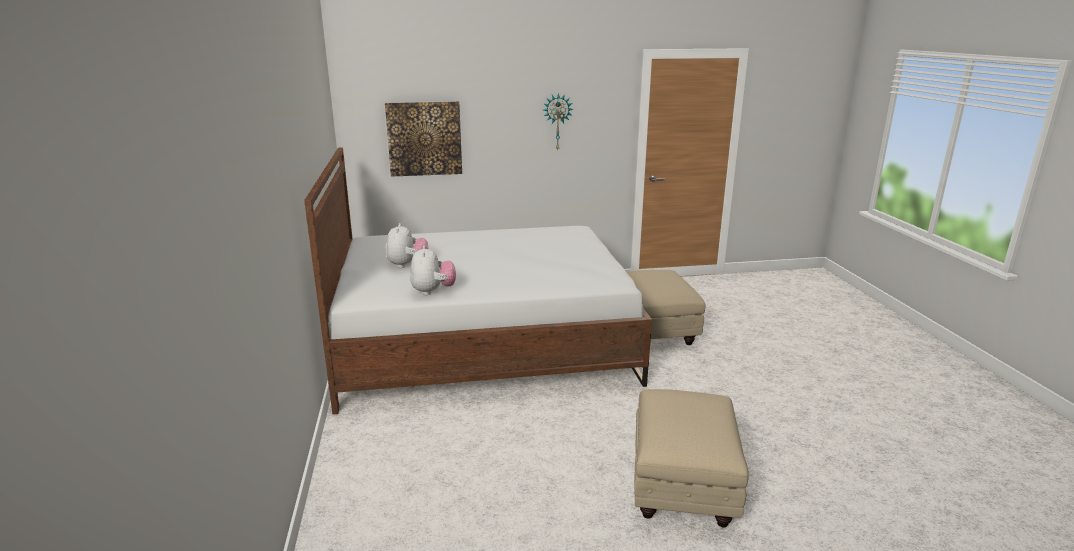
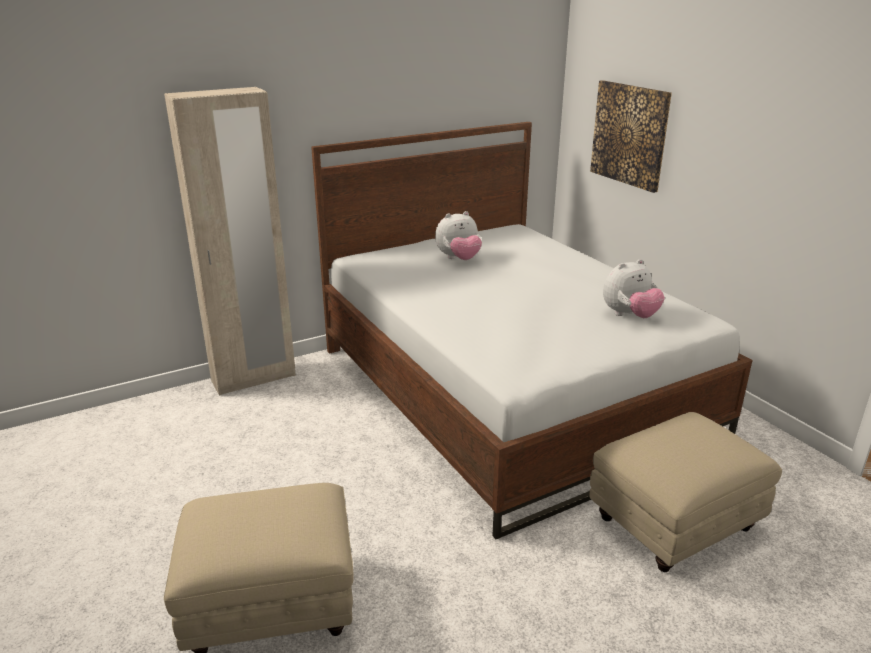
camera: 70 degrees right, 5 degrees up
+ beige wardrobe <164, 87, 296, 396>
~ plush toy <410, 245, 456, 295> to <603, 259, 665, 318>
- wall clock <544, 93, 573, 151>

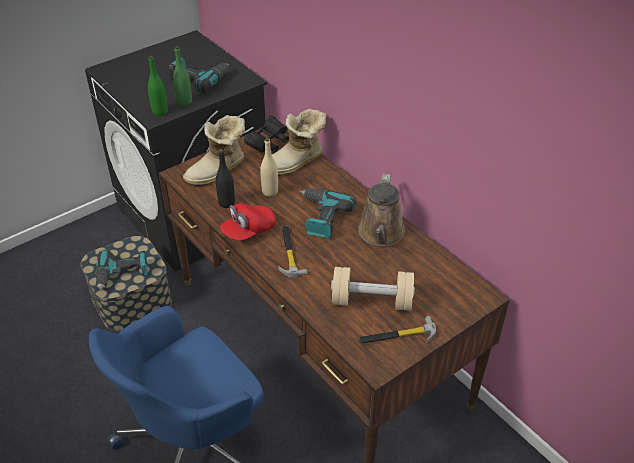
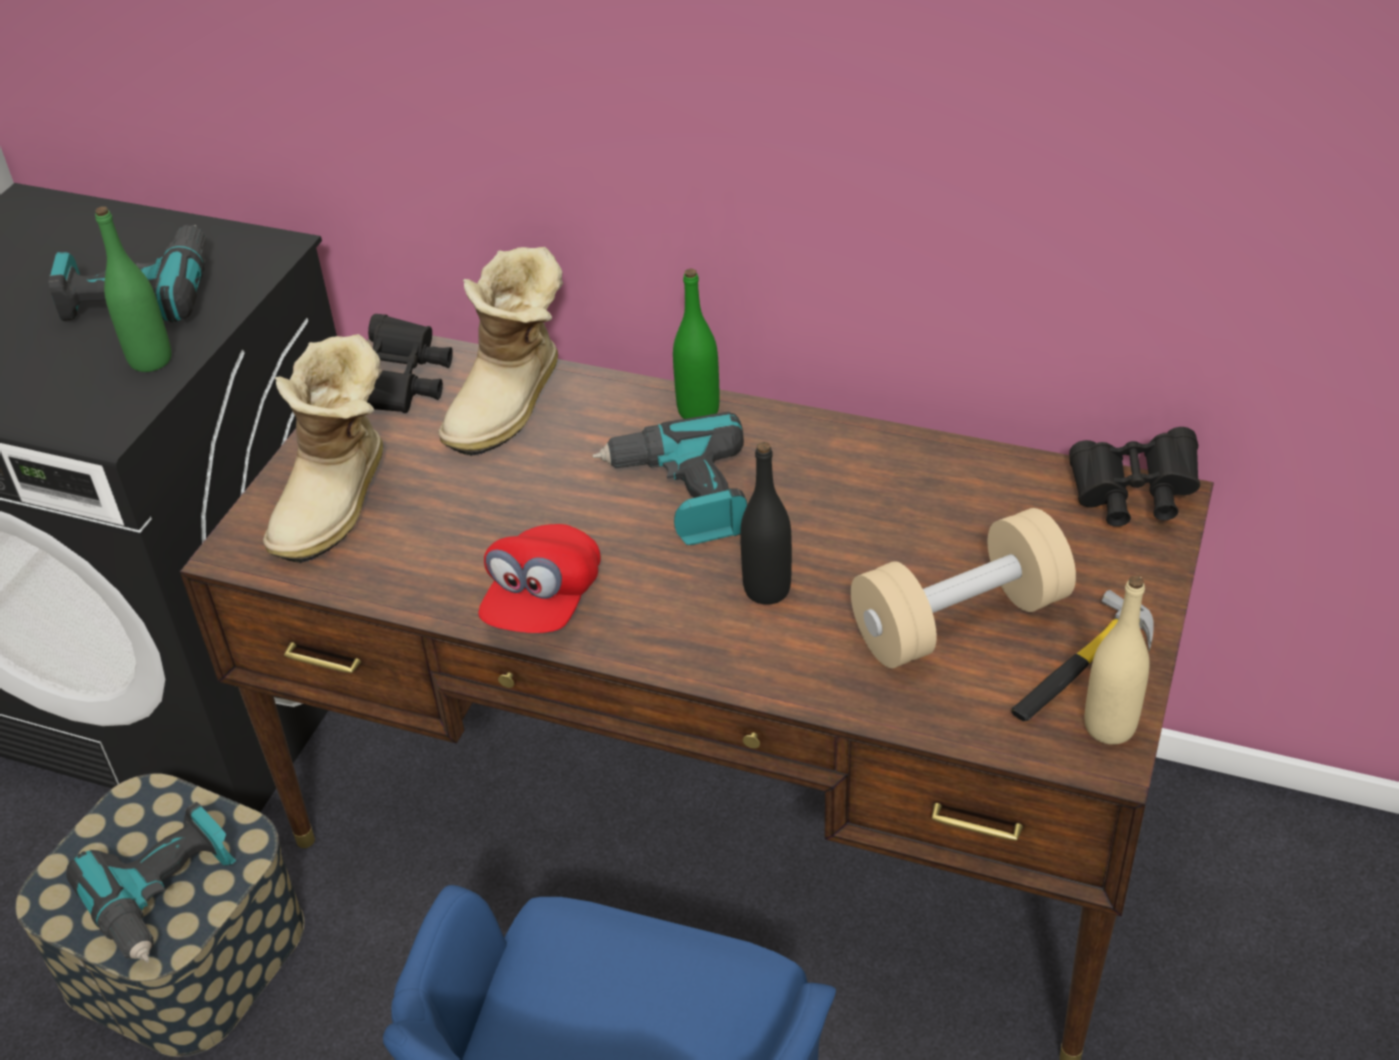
camera: 30 degrees left, 0 degrees up
~ green bottle <148, 56, 168, 116> to <673, 269, 720, 419>
~ black bottle <216, 149, 235, 208> to <740, 442, 792, 605>
+ black binoculars <1069, 427, 1200, 527>
~ beige bottle <260, 138, 278, 197> to <1085, 576, 1150, 745>
- hammer <278, 225, 307, 278>
- brown watering can <358, 174, 405, 246>

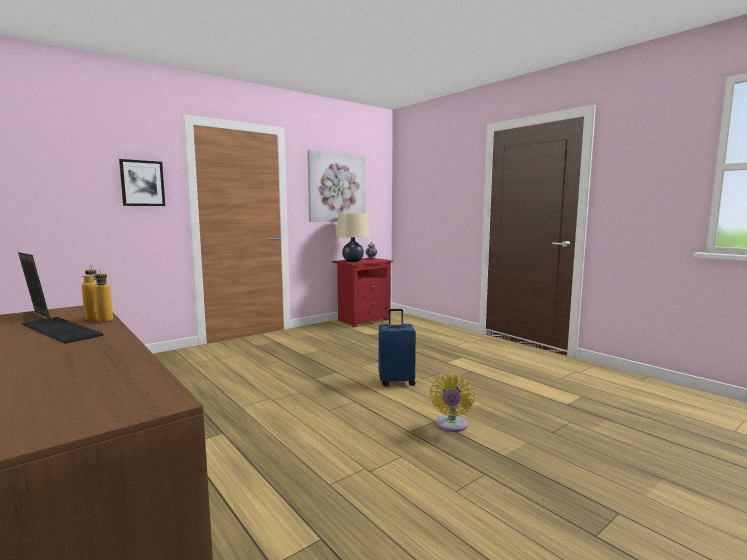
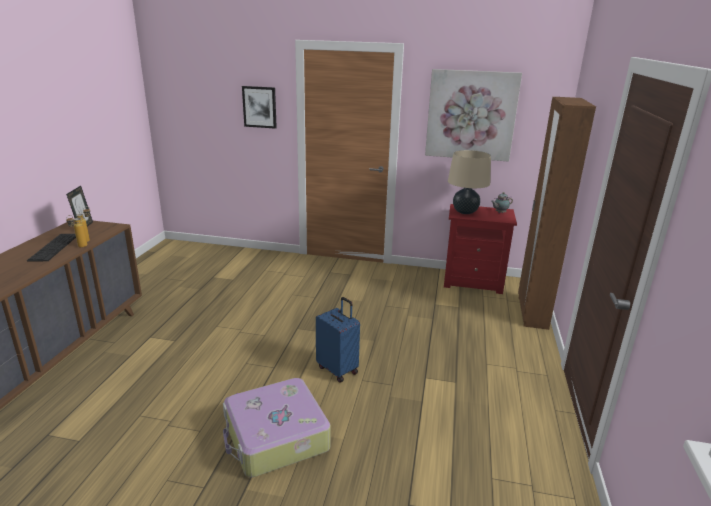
camera: 50 degrees right, 15 degrees up
~ yellow fan <430, 374, 474, 432> to suitcase <223, 378, 331, 478>
+ brown wardrobe <518, 97, 596, 330>

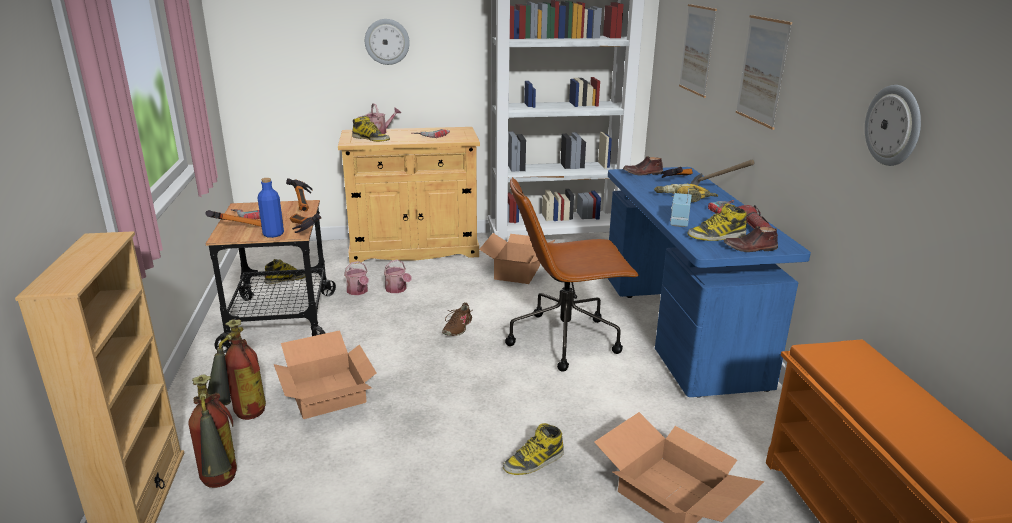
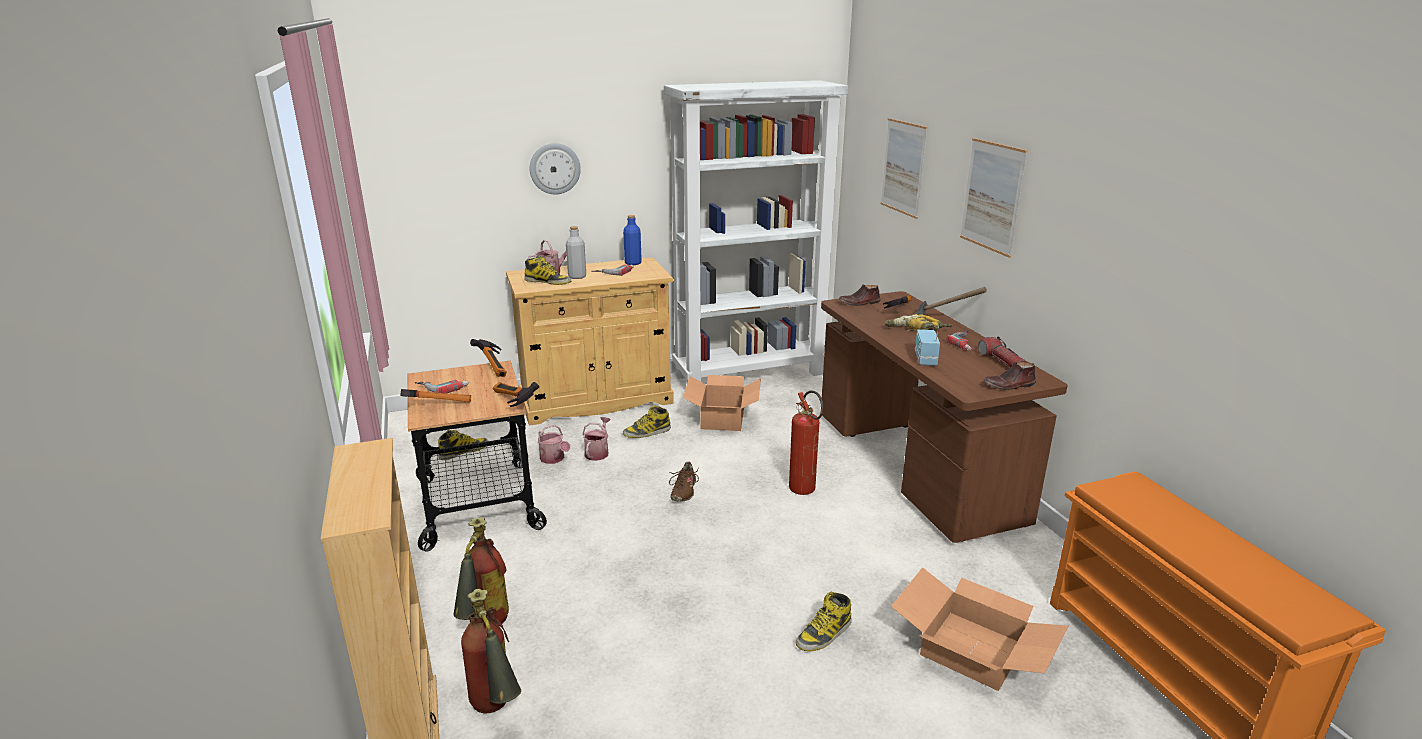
camera: 10 degrees left, 0 degrees up
+ grey bottle <566, 226, 586, 279>
~ watering can <384, 260, 412, 293> = <582, 417, 611, 461> 120 degrees counterclockwise
~ blue bottle <258, 178, 284, 238> to <623, 215, 642, 265>
~ boot <687, 204, 747, 241> to <623, 406, 671, 438>
~ brown office chair <505, 177, 639, 372> to fire extinguisher <789, 390, 823, 495>
~ blue desk <608, 167, 811, 398> to brown desk <821, 291, 1068, 543>
- cardboard box <274, 330, 376, 419>
- wall clock <865, 85, 921, 166>

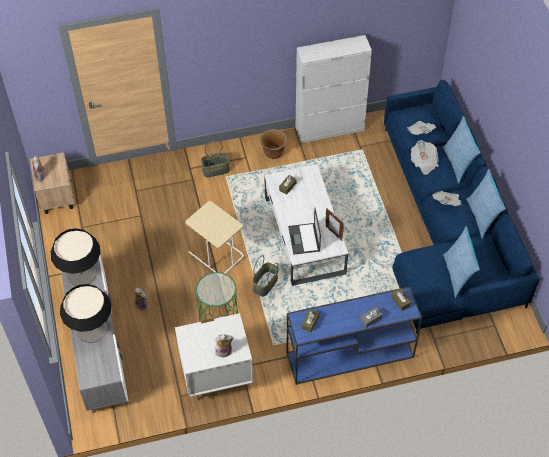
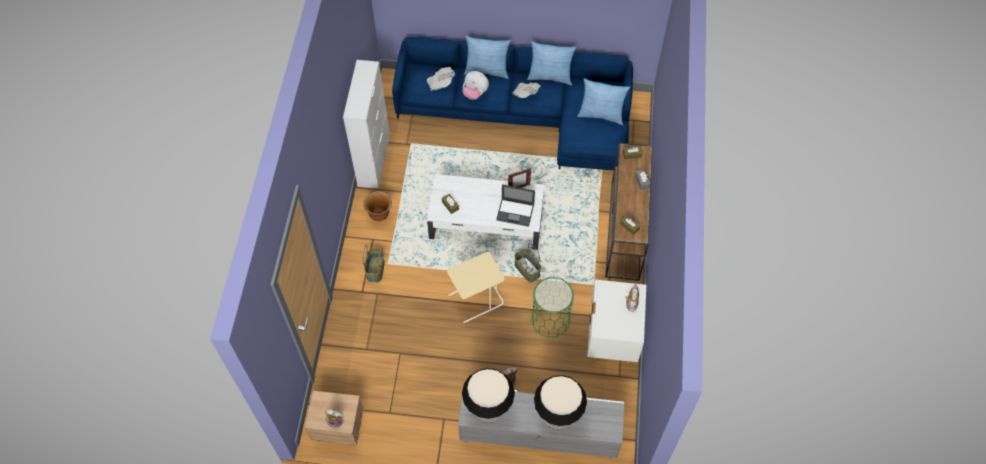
camera: 70 degrees left, 5 degrees up
~ newspaper <411, 140, 439, 175> to plush toy <462, 71, 489, 100>
~ blue console table <287, 286, 422, 385> to brown console table <605, 143, 653, 281>

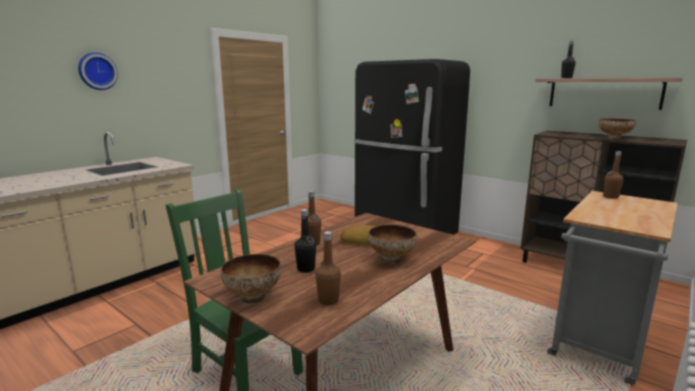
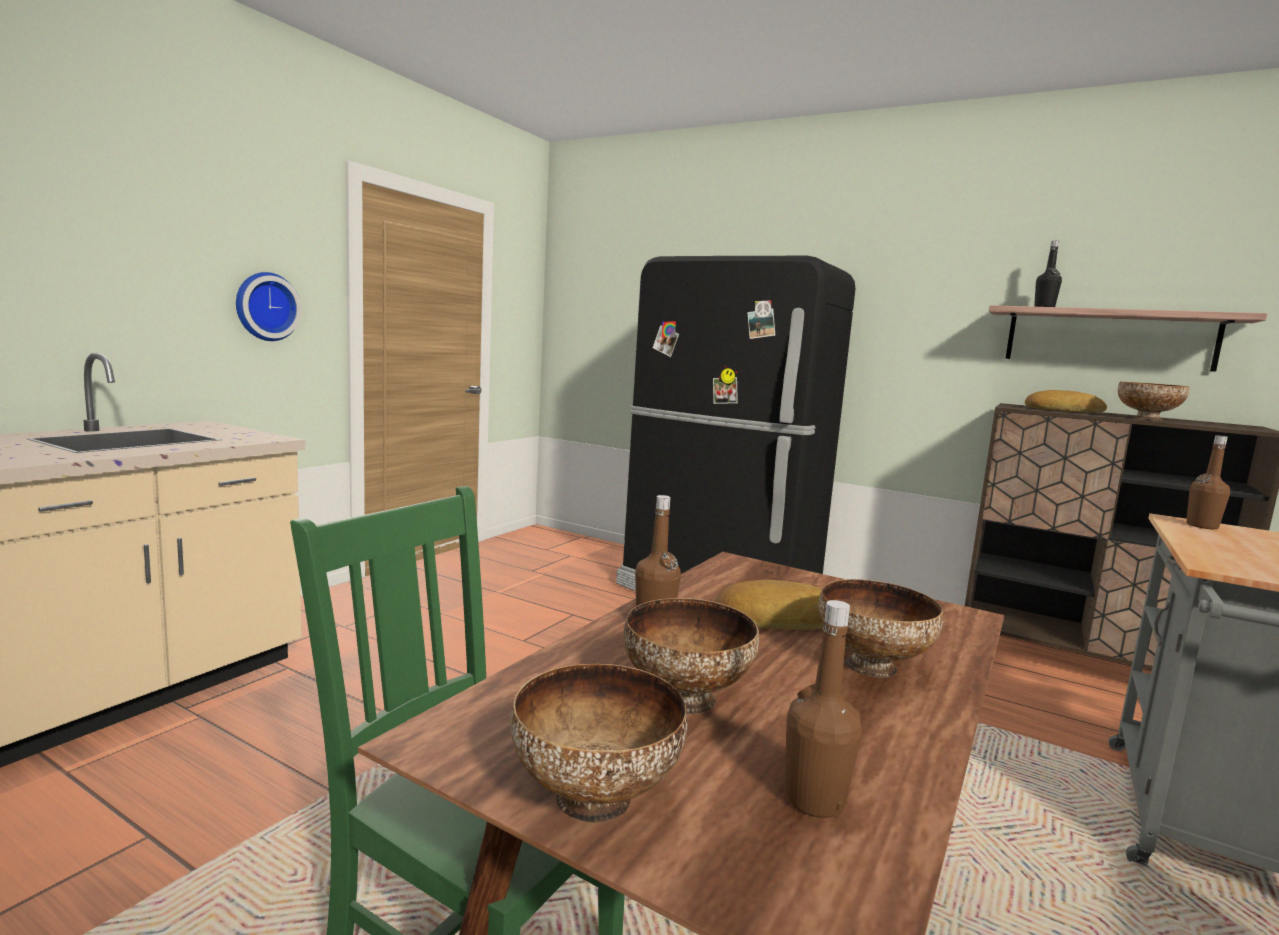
camera: 10 degrees left, 5 degrees down
~ wall clock <78, 52, 118, 90> to <236, 272, 302, 341>
~ black bottle <294, 209, 316, 273> to bowl <623, 598, 759, 714>
+ bread <1025, 390, 1107, 413>

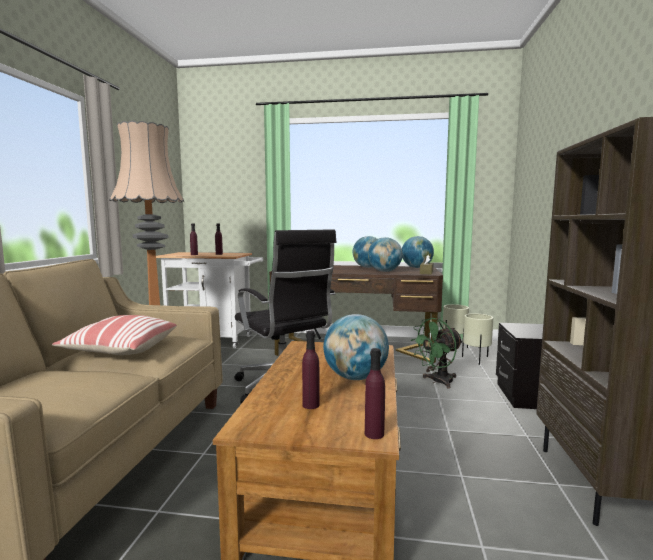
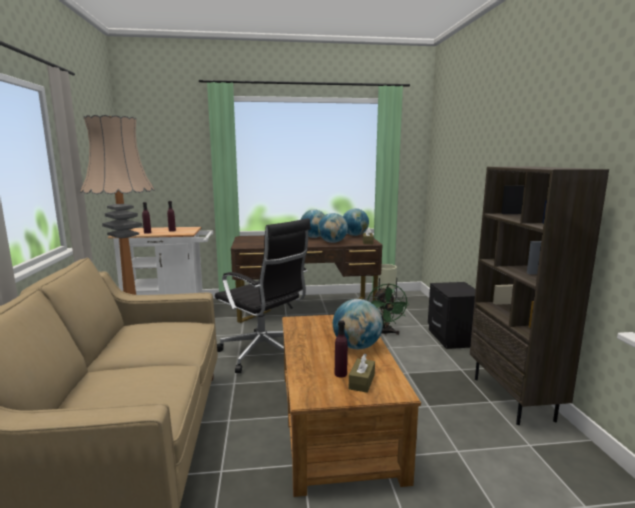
camera: 15 degrees left, 5 degrees up
+ brown tissue box <349, 353, 375, 393>
~ green fan <411, 318, 463, 389> = <367, 283, 408, 335> 45 degrees counterclockwise
- pillow <52, 315, 177, 355>
- purple bottle <365, 348, 385, 439>
- beige planter <462, 313, 493, 365>

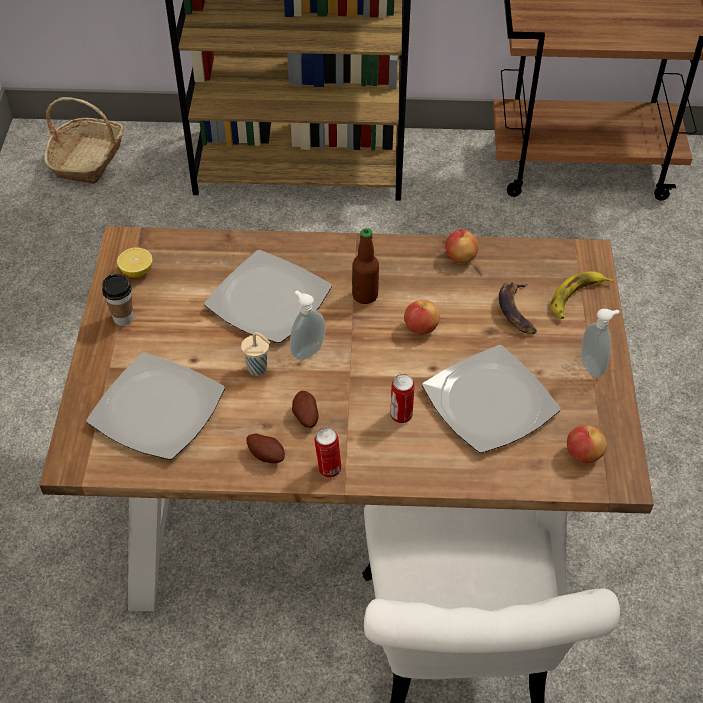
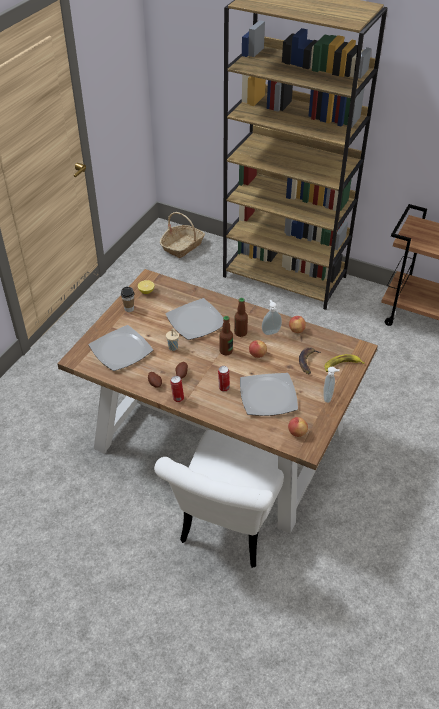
camera: 25 degrees right, 5 degrees down
+ bottle <219, 316, 233, 355>
~ soap dispenser <290, 291, 325, 360> to <262, 300, 282, 335>

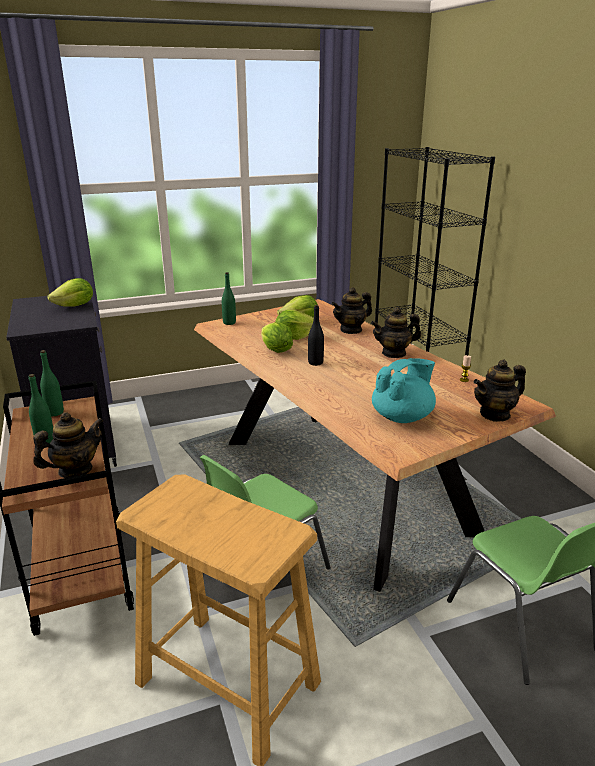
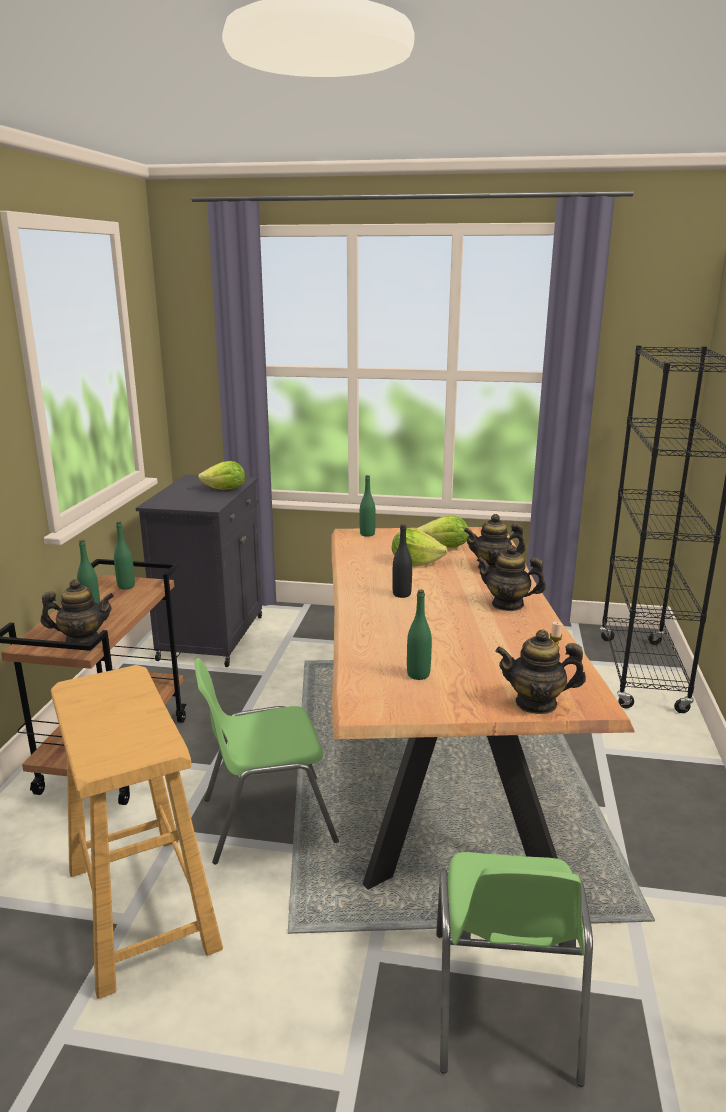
camera: 30 degrees right, 5 degrees down
~ turquoise teapot <372, 358, 436, 423> to green bottle <407, 590, 432, 680>
- lettuce <261, 322, 293, 353>

